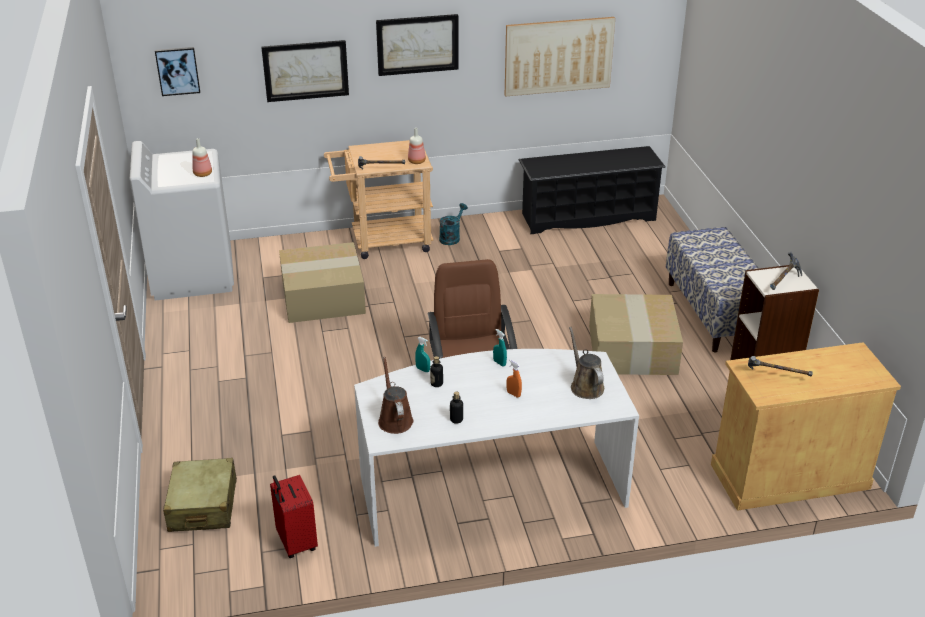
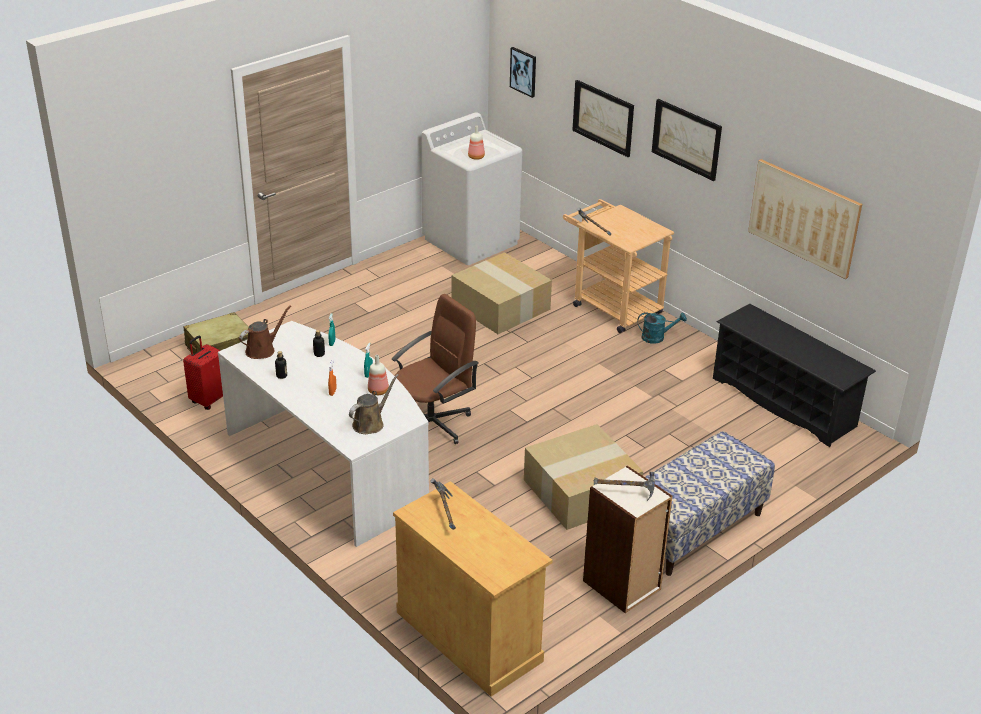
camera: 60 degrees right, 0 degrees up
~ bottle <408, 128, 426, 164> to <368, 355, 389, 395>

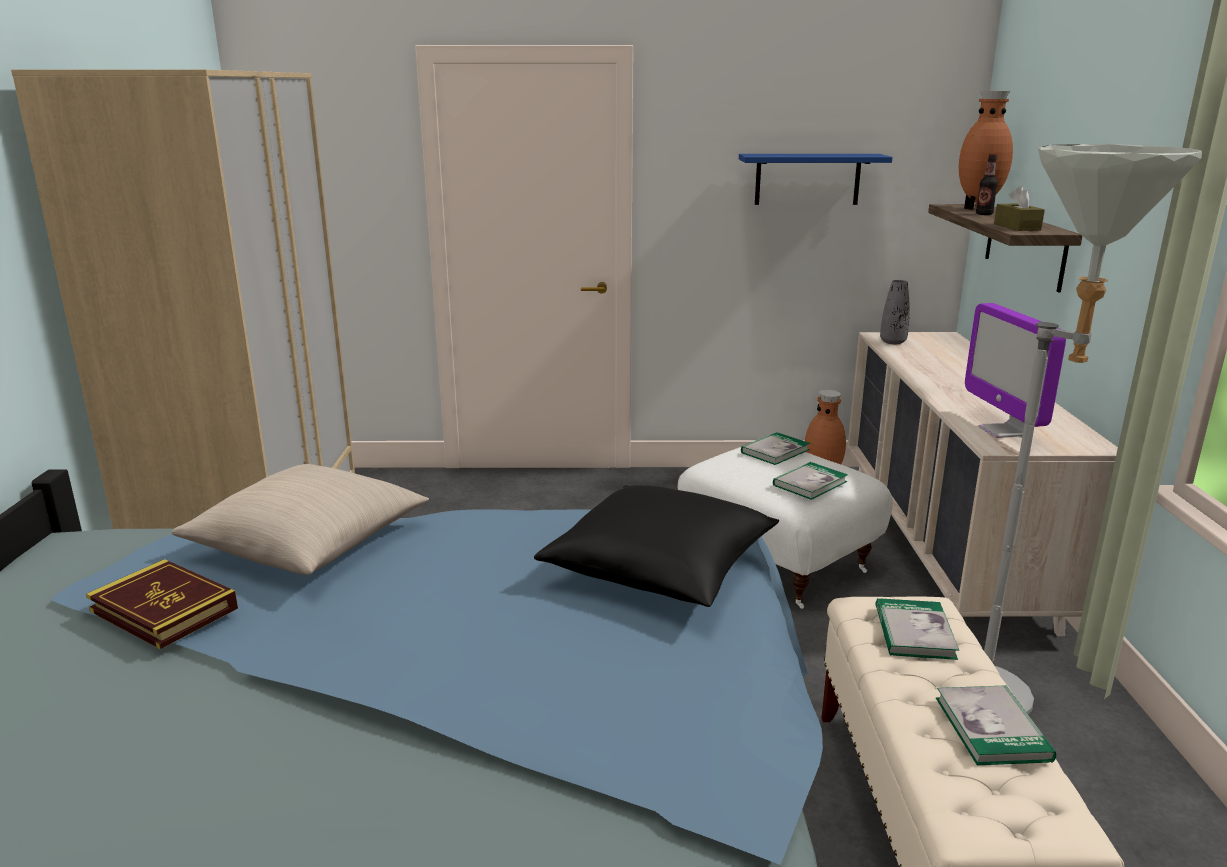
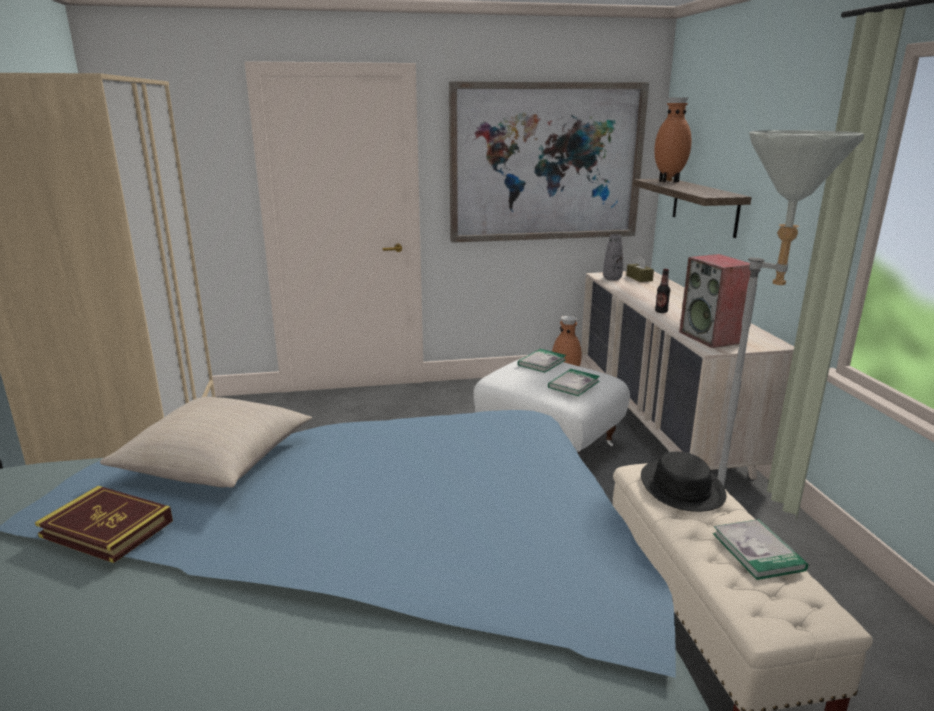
camera: 10 degrees left, 0 degrees up
~ blue shelf <739, 154, 893, 205> to picture <449, 82, 649, 243>
~ brown tissue box <994, 186, 1045, 231> to <626, 256, 654, 282>
~ book <876, 598, 959, 660> to black hat <641, 452, 726, 512>
~ bottle <976, 154, 998, 215> to <655, 269, 670, 313>
~ monitor <965, 303, 1066, 438> to speaker <679, 254, 751, 348>
- black pillow <534, 485, 779, 607>

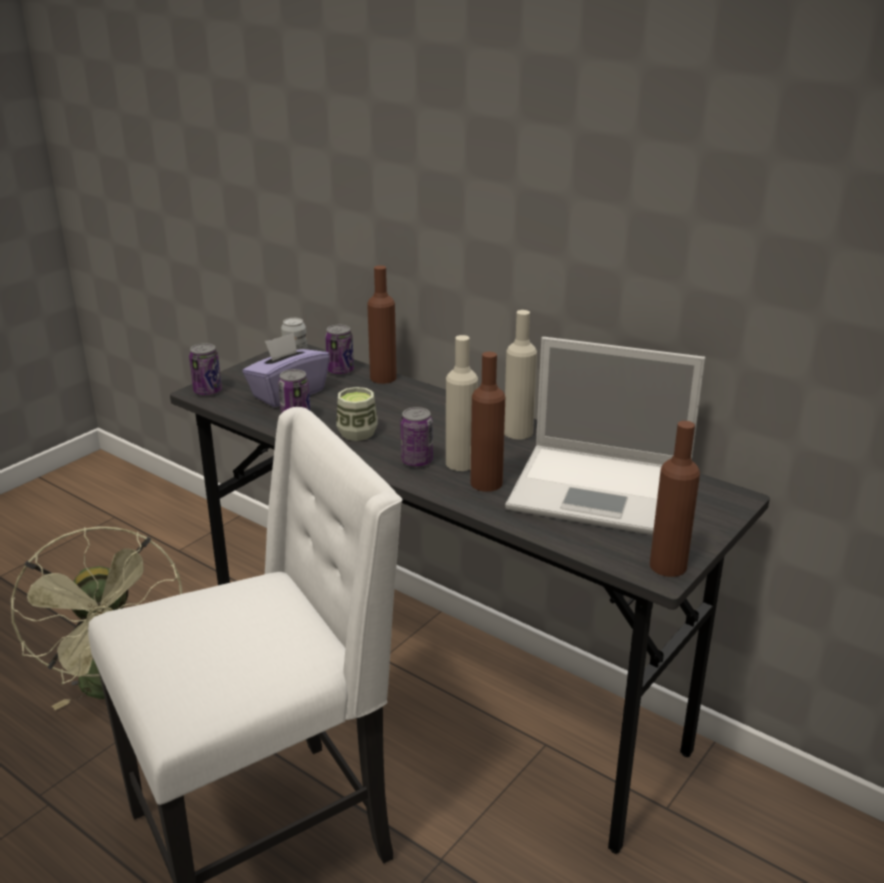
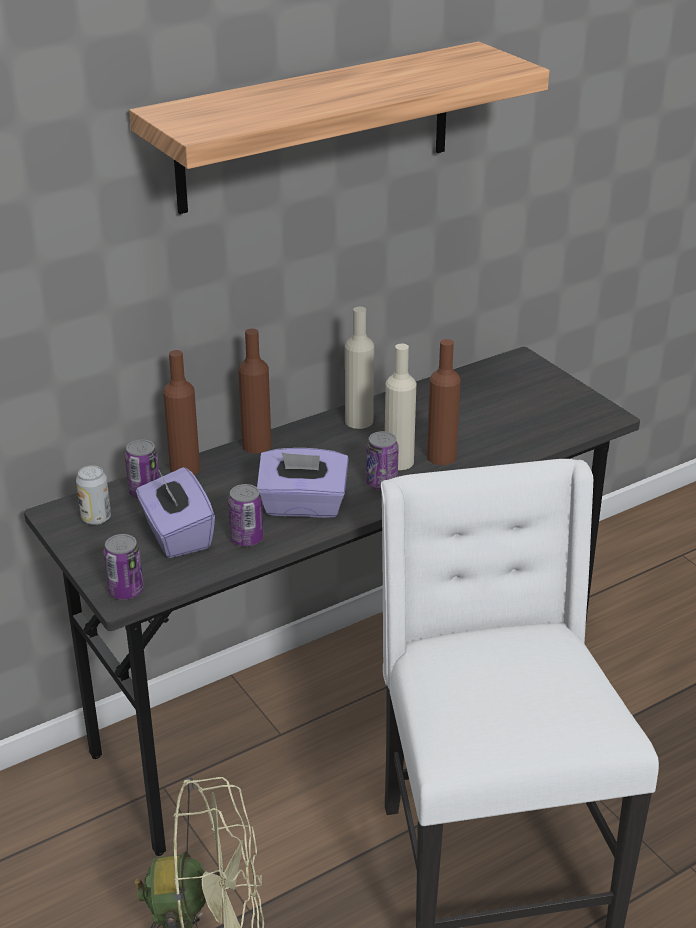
camera: 70 degrees left, 5 degrees up
+ shelf <129, 42, 549, 214>
~ brown bottle <650, 421, 700, 577> to <238, 329, 272, 453>
~ cup <336, 387, 378, 441> to purple tissue box <257, 448, 349, 518>
- laptop <505, 337, 706, 535>

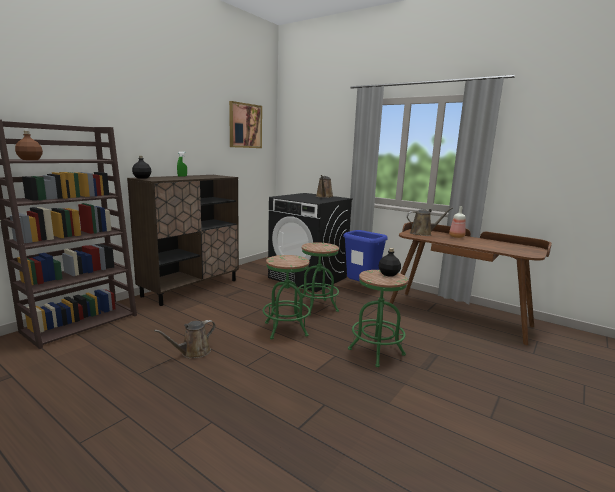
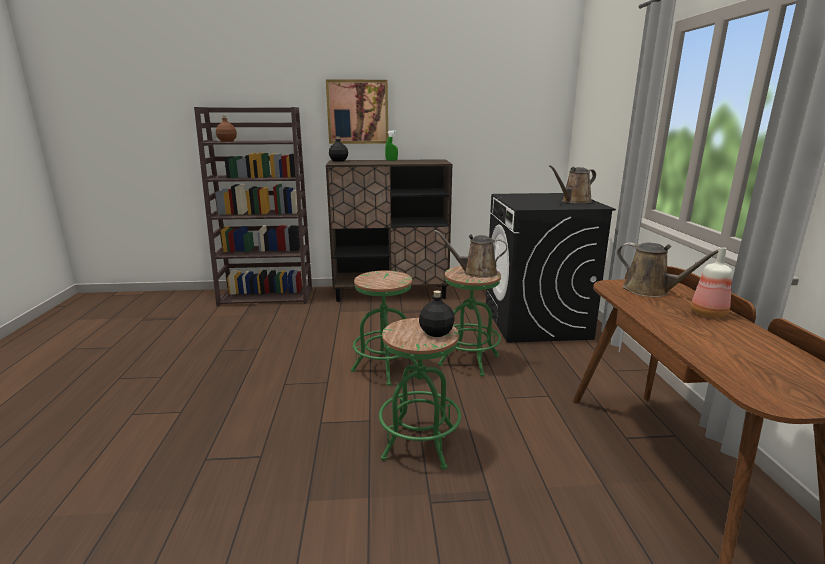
camera: 50 degrees right, 5 degrees up
~ picture <229, 101, 262, 148> to <326, 79, 388, 144>
~ brown watering can <154, 320, 215, 358> to <434, 230, 507, 278>
- blue trash can <343, 230, 388, 281>

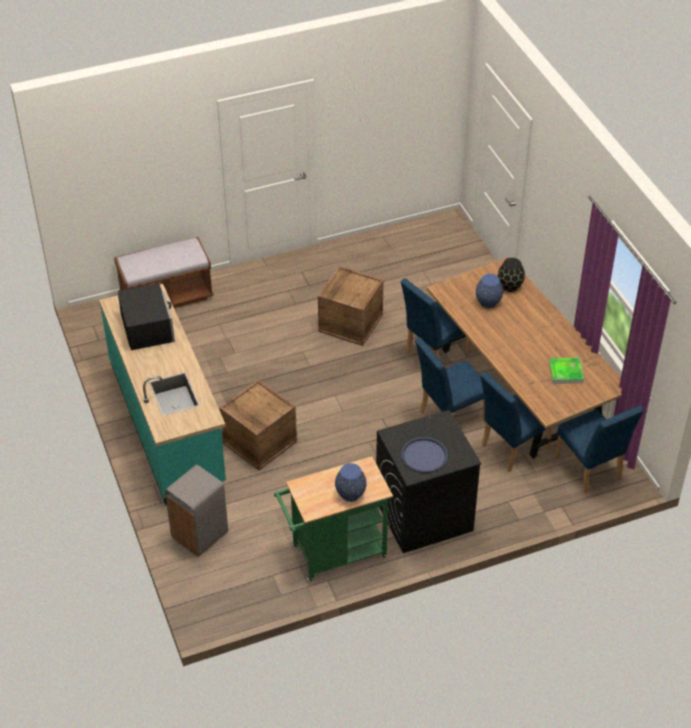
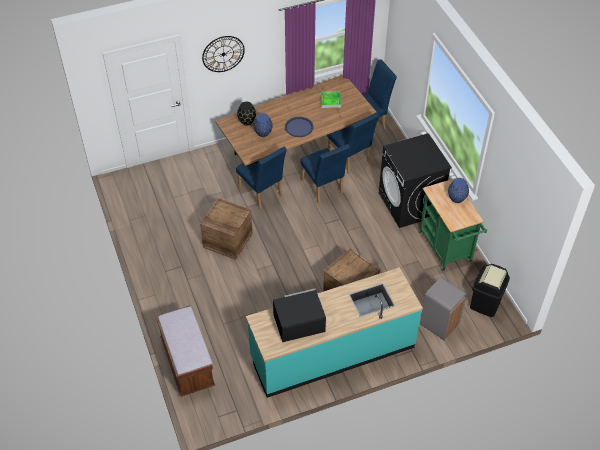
camera: 90 degrees left, 5 degrees up
+ wall clock <202, 36, 245, 72>
~ blue tray <401, 437, 448, 473> to <285, 117, 313, 137>
+ black trash can <470, 264, 510, 317>

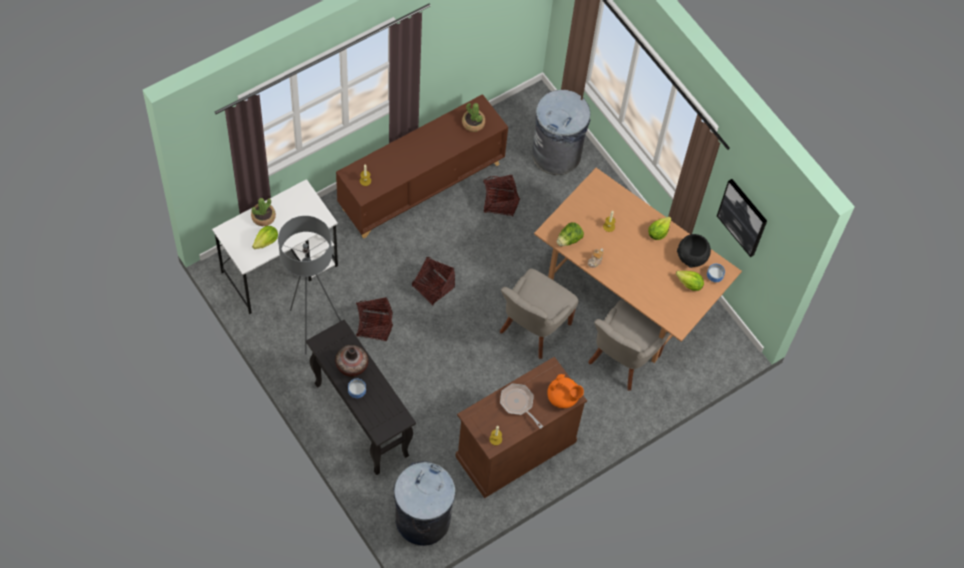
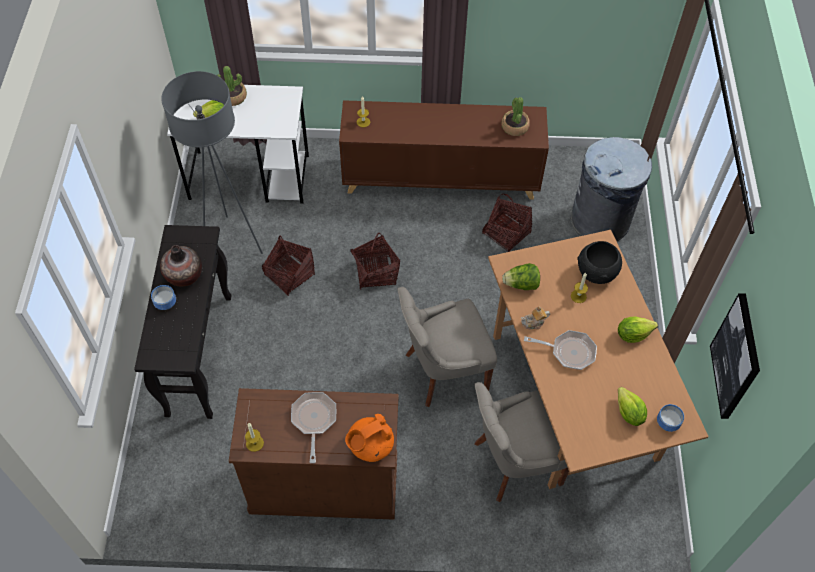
camera: 40 degrees right, 5 degrees down
~ orange teapot <547, 374, 584, 408> = <345, 414, 394, 462> 75 degrees clockwise
+ frying pan <524, 330, 597, 370>
~ black bowl <677, 234, 711, 268> to <577, 241, 622, 284>
- grey trash can <393, 461, 455, 546>

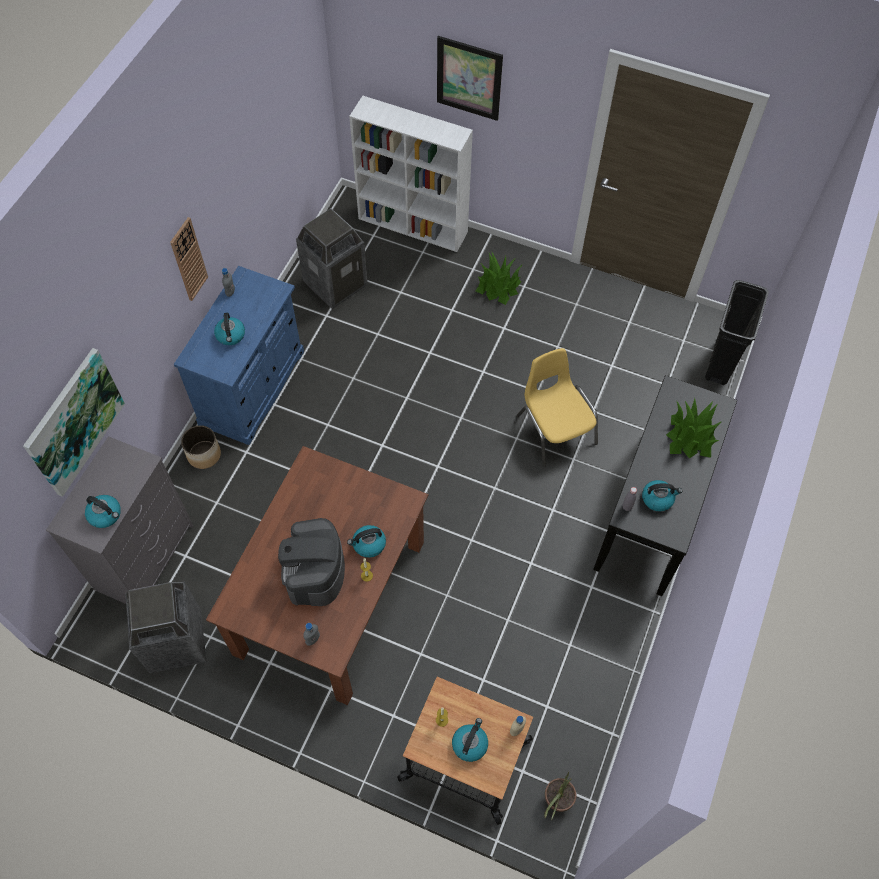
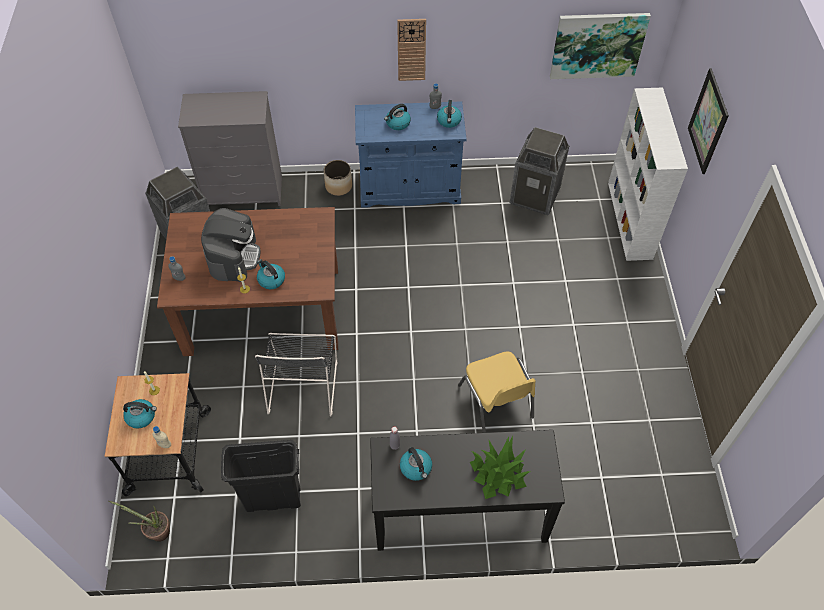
camera: 65 degrees right, 5 degrees down
~ coffee machine <278, 518, 345, 606> = <201, 208, 261, 282> 120 degrees clockwise
~ black trash can <705, 280, 769, 385> to <221, 440, 301, 512>
+ black chair <255, 333, 338, 417>
~ kettle <85, 495, 121, 528> to <437, 100, 462, 128>
~ yellow chair <516, 348, 598, 467> = <458, 351, 536, 433> 120 degrees clockwise
~ picture <23, 348, 125, 497> to <550, 13, 651, 79>
- potted plant <475, 253, 522, 305>

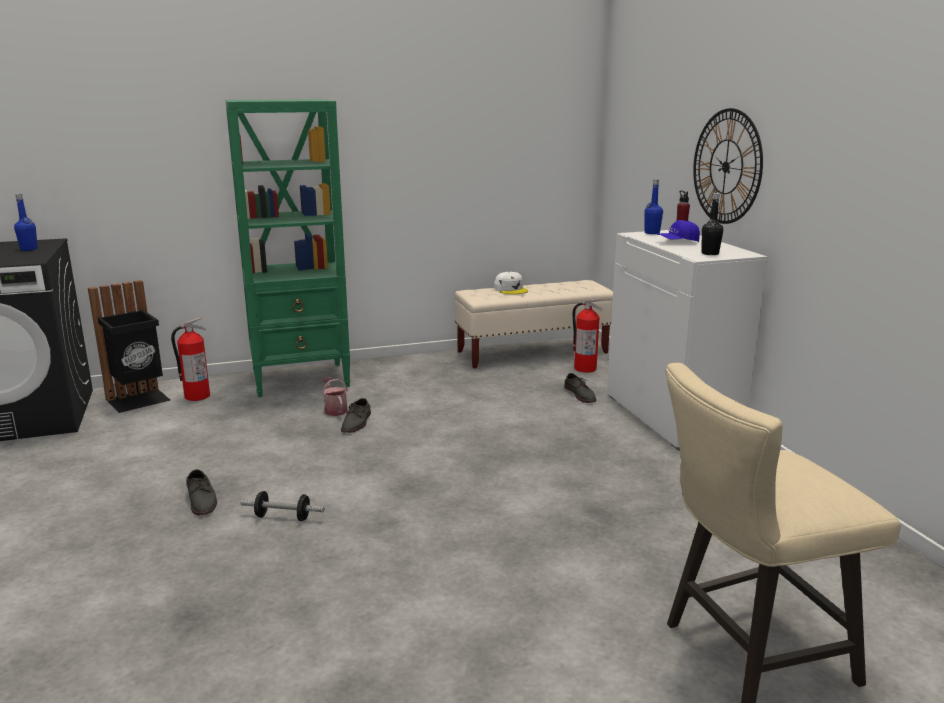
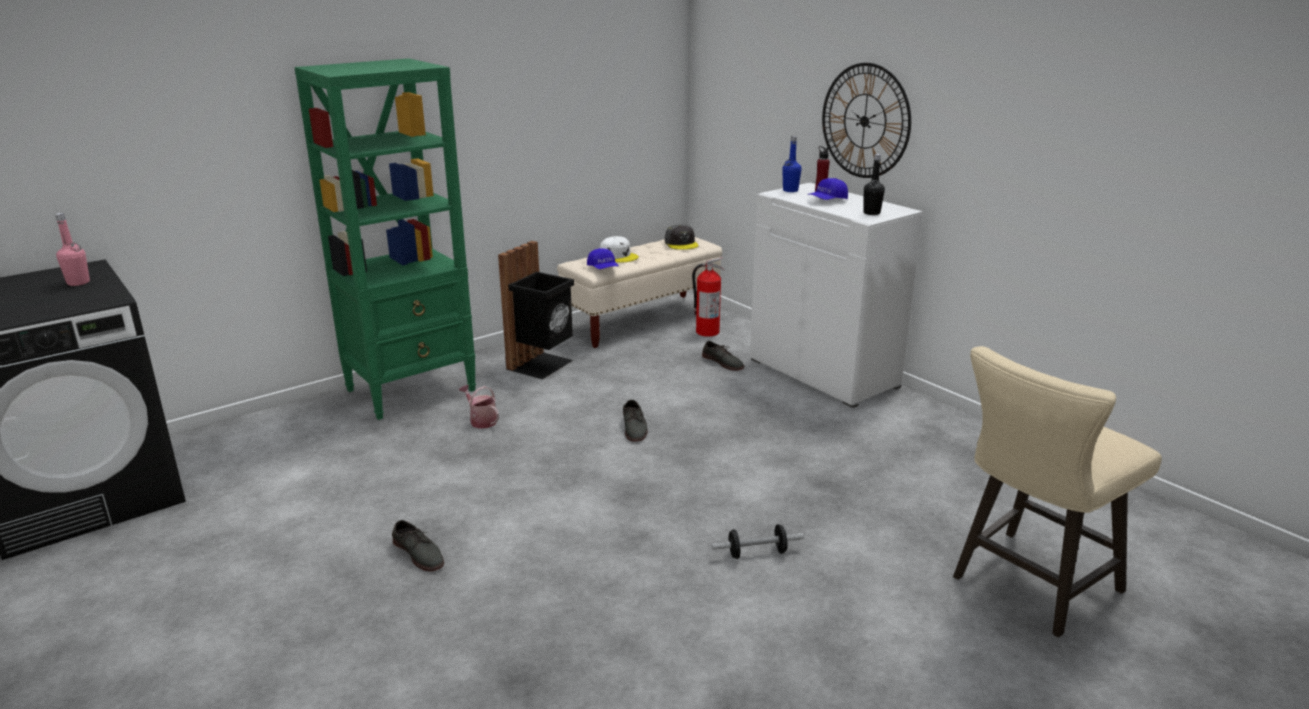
camera: 20 degrees left, 5 degrees up
~ blue bottle <14, 194, 38, 251> to pink bottle <55, 213, 90, 286>
~ black trash can <88, 280, 170, 413> to <498, 241, 574, 379>
+ blue cap <587, 248, 619, 269>
~ grey shoe <341, 398, 371, 433> to <623, 400, 648, 442>
+ grey cap <665, 224, 699, 250>
~ dumbbell <241, 491, 324, 521> to <711, 524, 804, 559>
- fire extinguisher <171, 317, 210, 401>

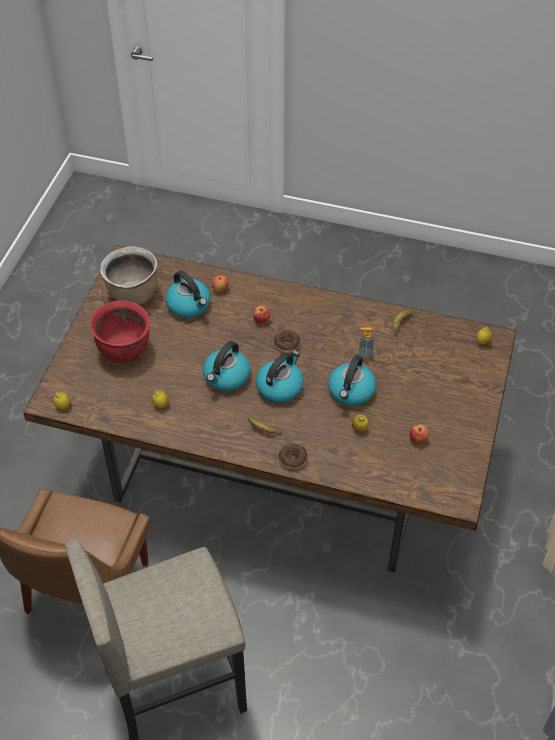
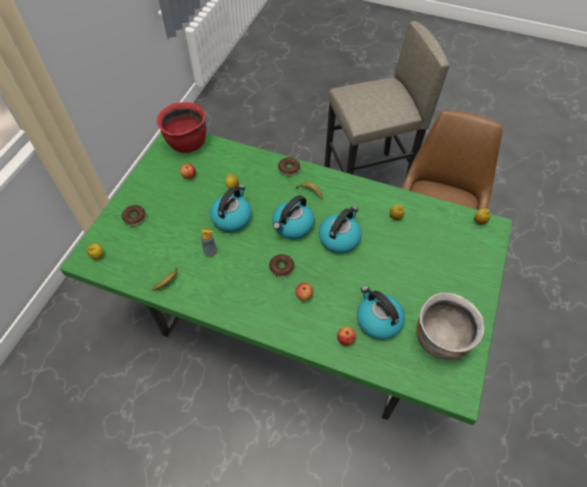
camera: 175 degrees left, 5 degrees up
~ brown dining table <23, 245, 516, 572> to green dining table <60, 133, 513, 425>
+ donut <122, 205, 146, 226>
~ red cooking pot <90, 300, 150, 363> to <157, 102, 206, 153>

